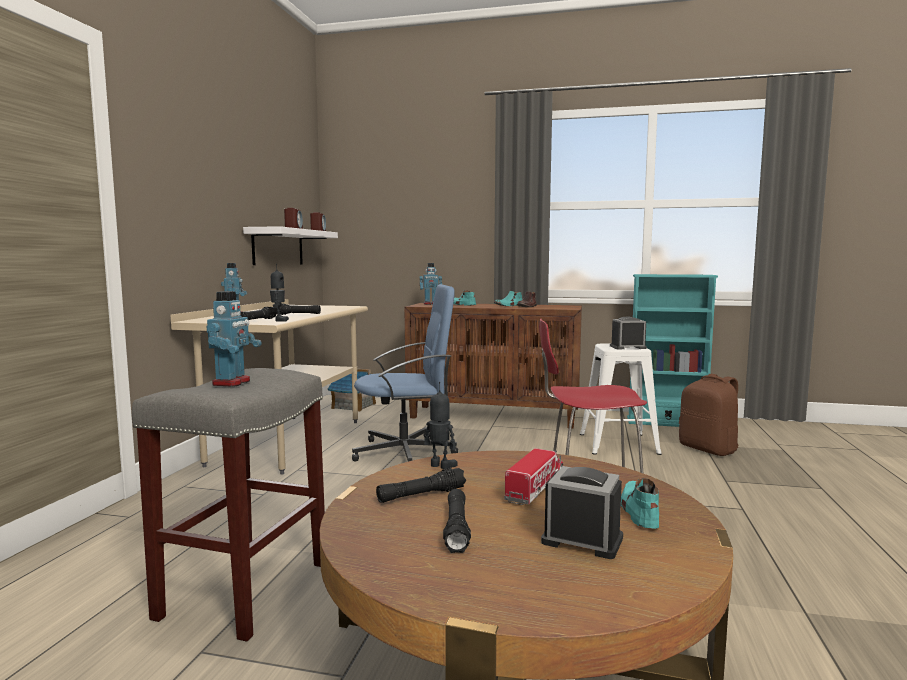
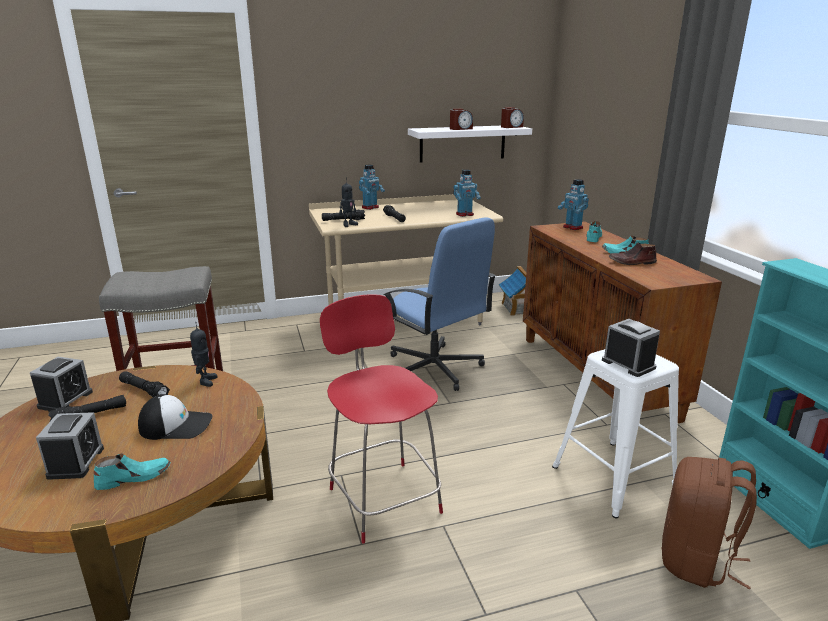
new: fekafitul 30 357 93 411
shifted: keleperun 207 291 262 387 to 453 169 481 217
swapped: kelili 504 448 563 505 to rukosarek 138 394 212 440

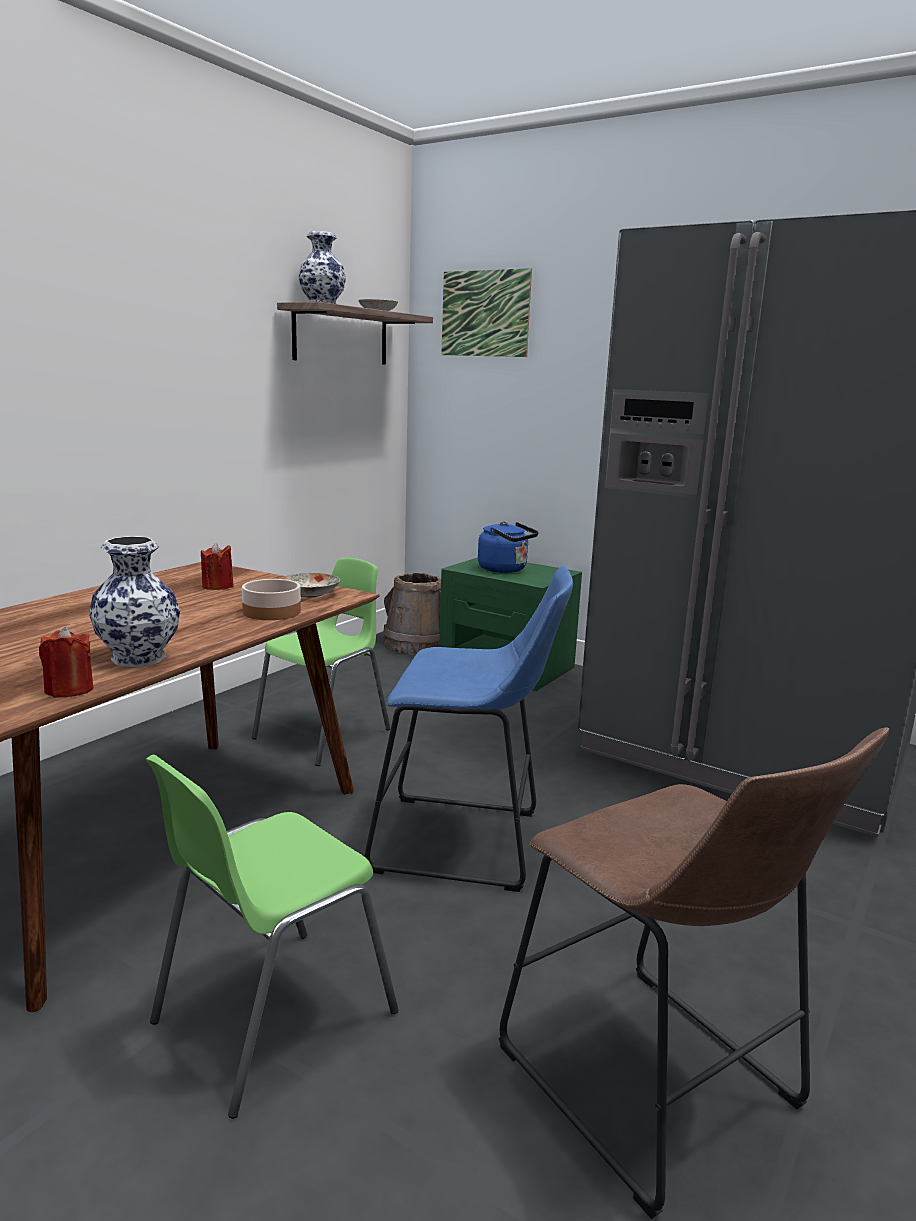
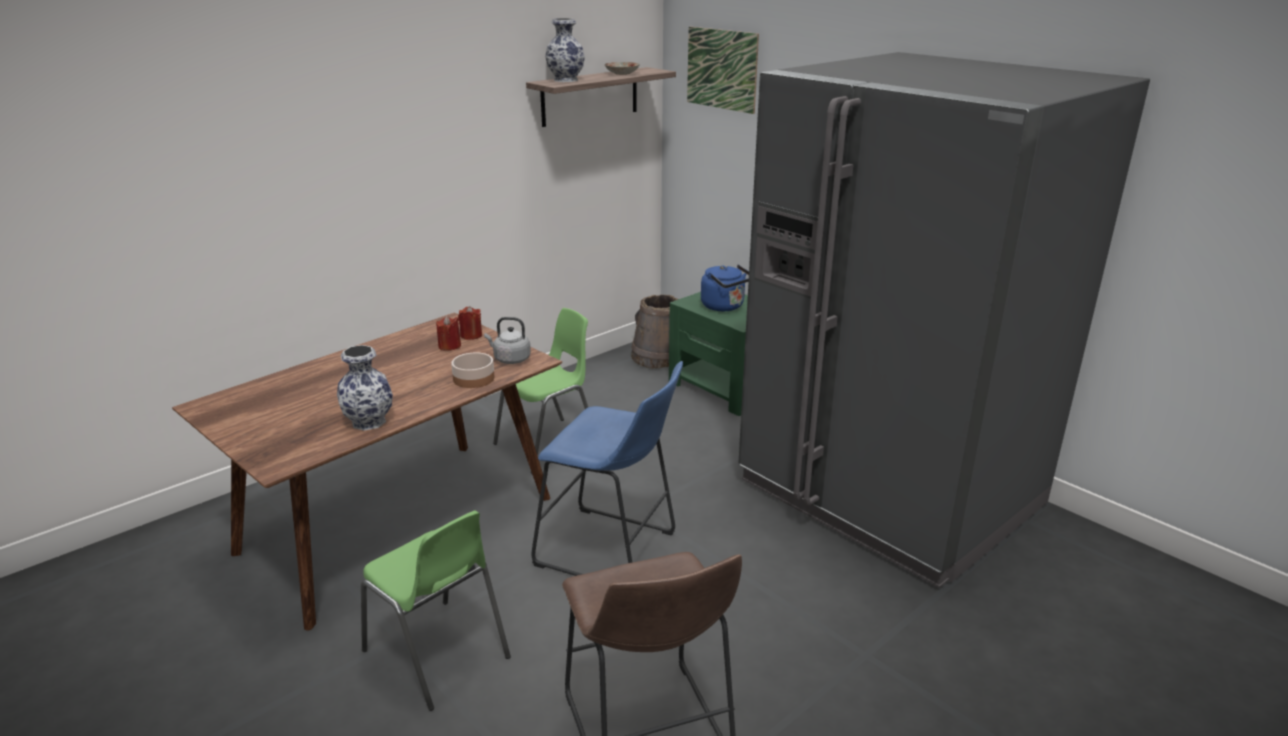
shifted: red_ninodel 39 627 93 698 to 458 306 482 340
swapped: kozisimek 280 573 340 598 to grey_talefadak 484 317 531 364
rotated: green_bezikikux 146 755 399 1119 = 361 511 511 711 105 degrees counterclockwise

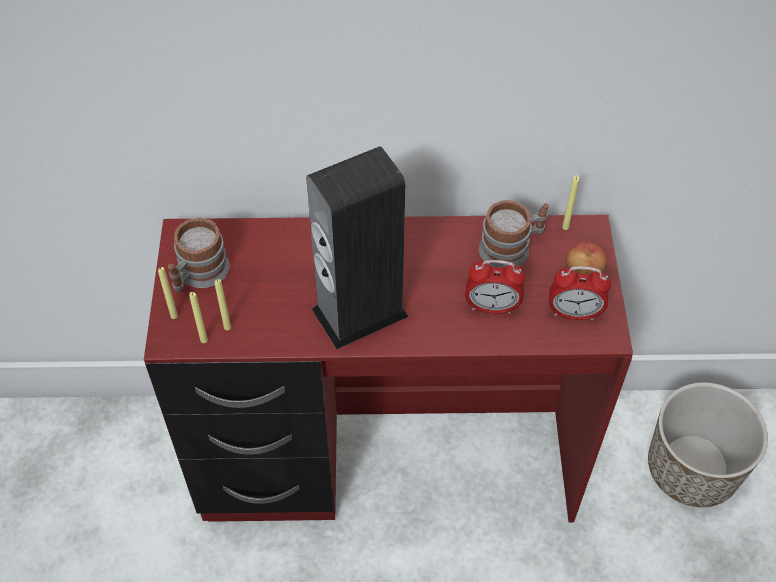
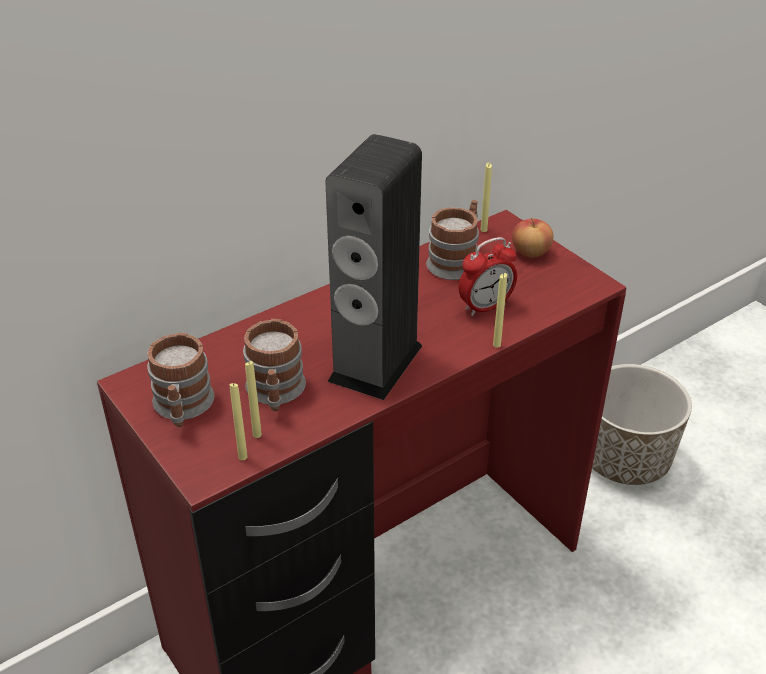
gone: fekafitul 549 266 611 320
new: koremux 243 319 306 411
shifted: yellow_ninodel 158 267 178 319 to 493 273 507 348

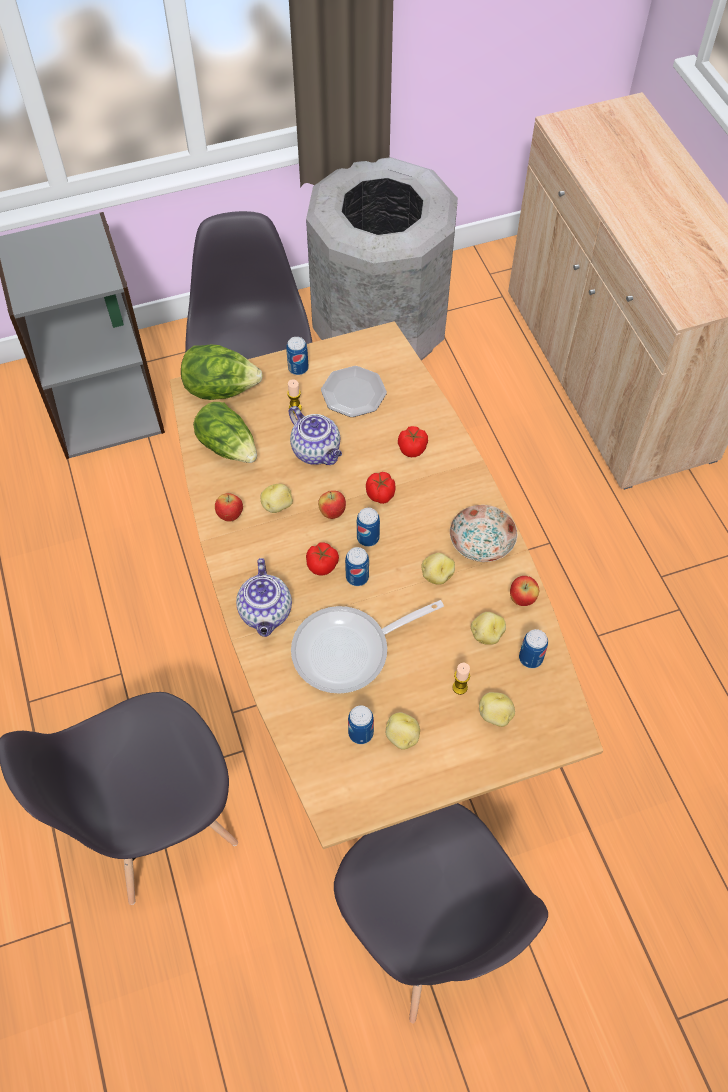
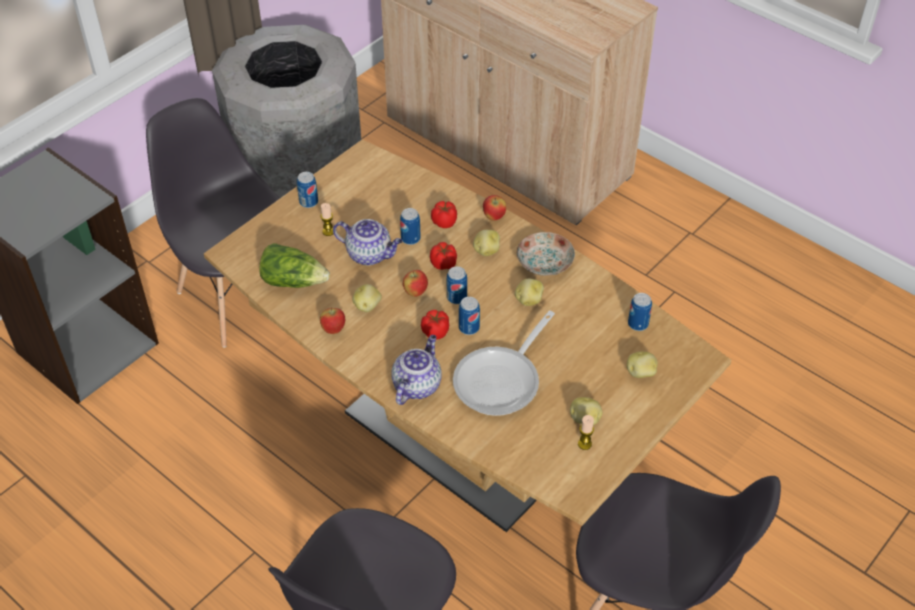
gone: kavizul 181 345 263 400; kozisimek 321 366 387 417
shifted: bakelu 348 705 374 744 to 400 208 421 245; ninodel 452 663 470 695 to 578 415 594 450; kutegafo 471 612 506 645 to 473 230 500 256; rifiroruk 510 576 539 606 to 483 195 506 220
rotated: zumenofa 236 558 292 637 = 391 335 442 405 120 degrees counterclockwise

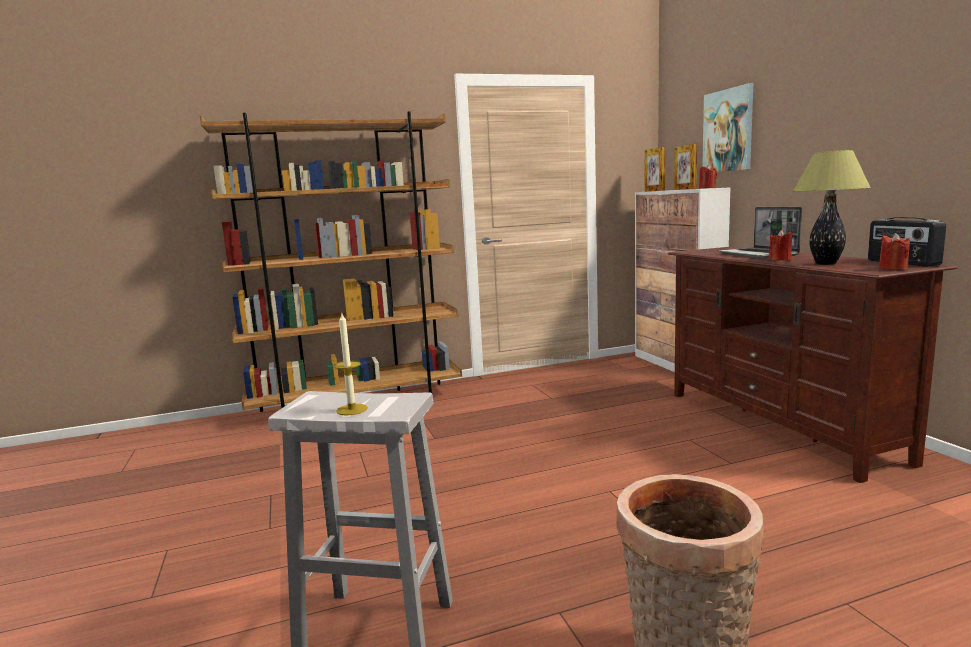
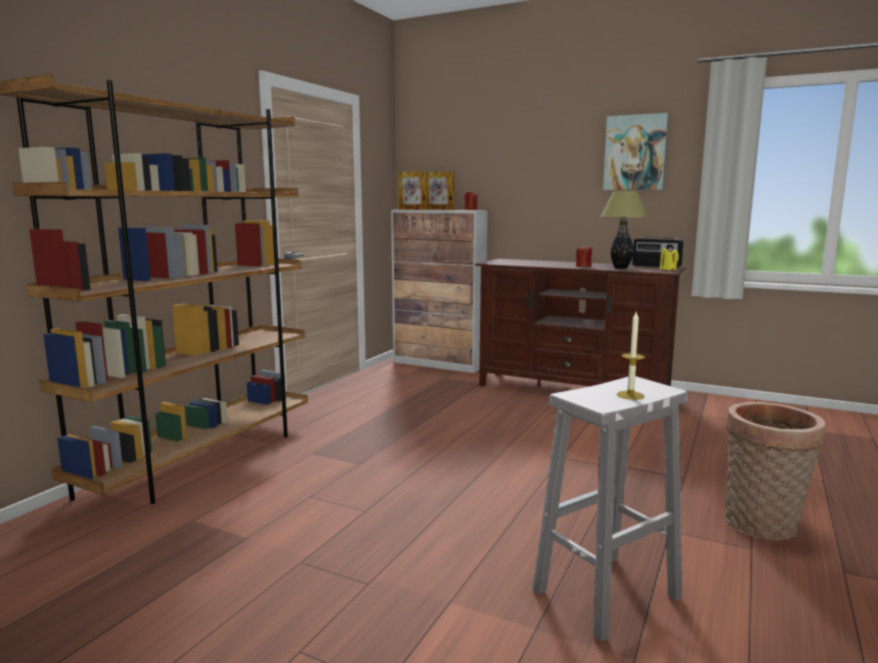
gone: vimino 719 207 802 258
shifted: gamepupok 702 83 753 172 to 603 113 669 190
repainted: red_ninodel 879 233 910 271 to yellow_ninodel 660 247 679 271

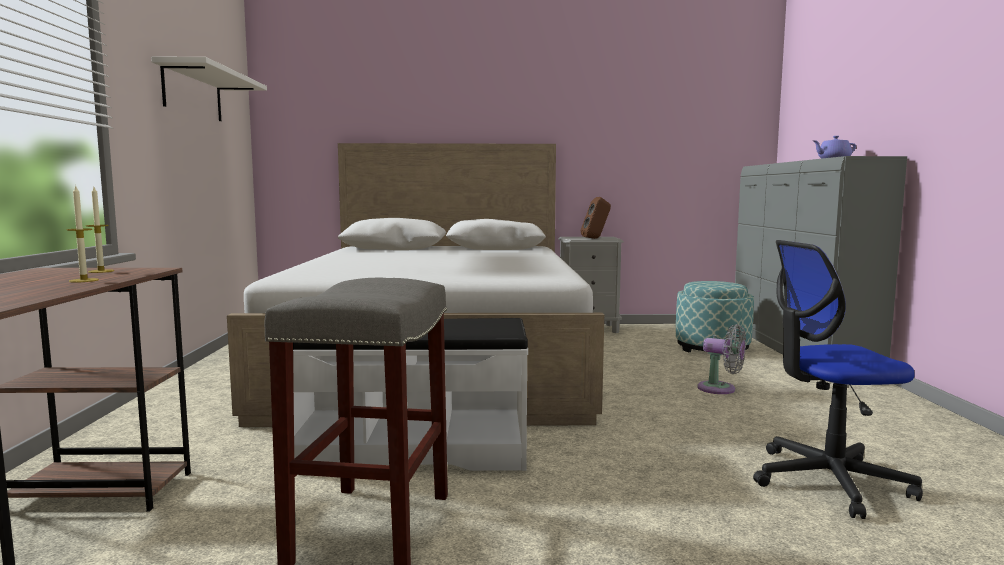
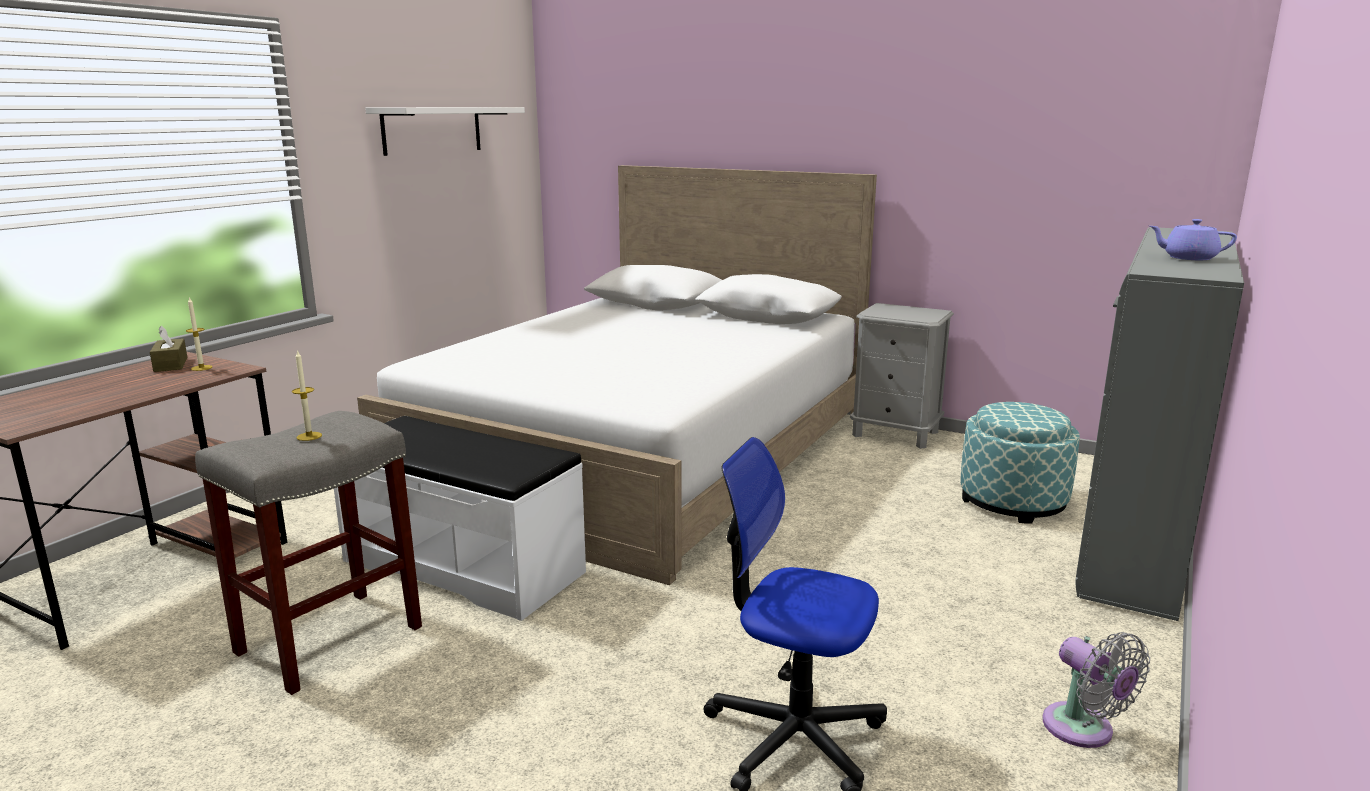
gone: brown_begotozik 581 197 611 239
new: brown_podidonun 150 325 187 372
shifted: ninodel 67 185 99 282 to 292 350 322 441; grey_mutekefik 697 324 746 394 to 1042 632 1150 748

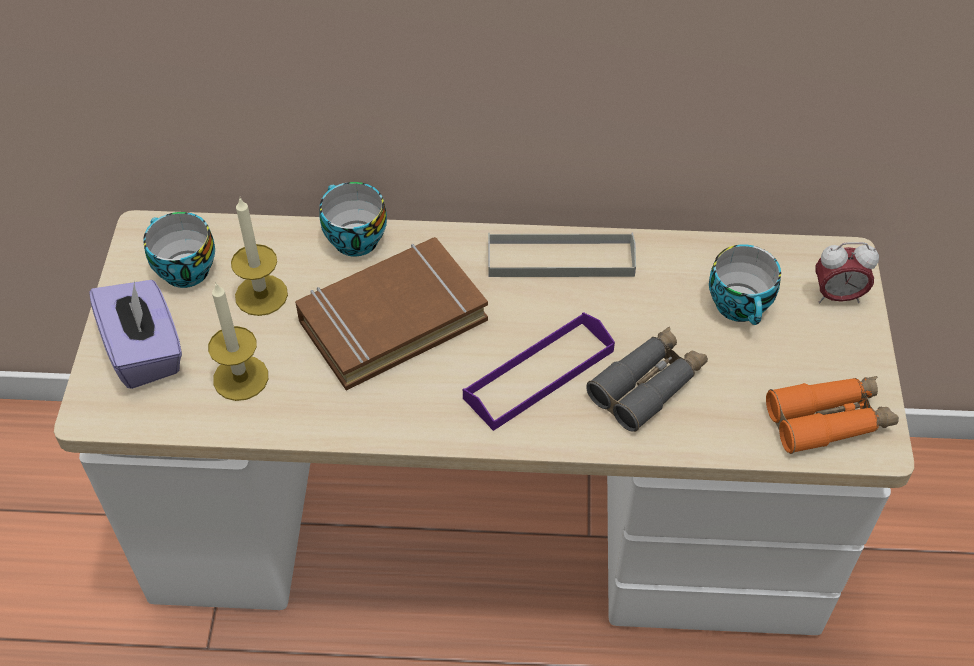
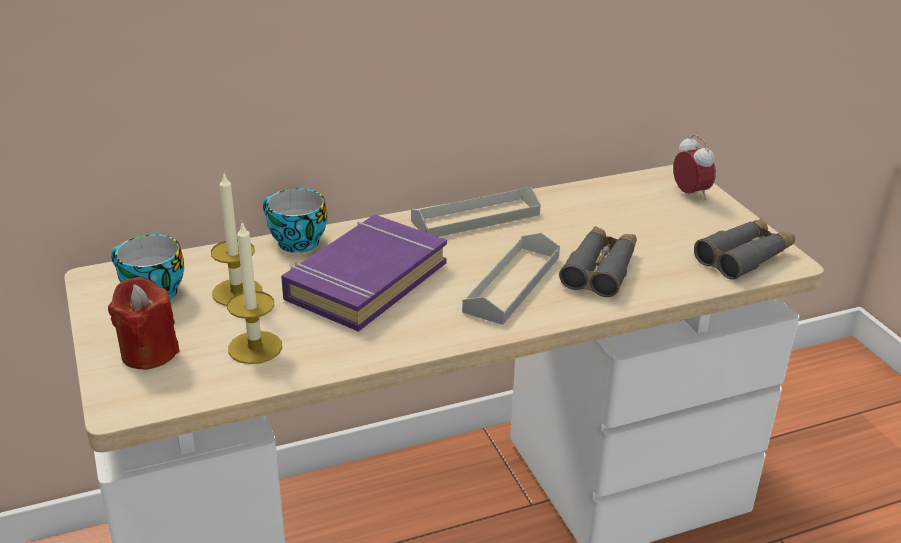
gone: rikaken 709 245 781 325
swapped: purple_podidonun 89 280 182 389 to red_ninodel 108 277 180 369
repainted: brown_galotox 295 237 488 390 to purple_galotox 281 215 447 332; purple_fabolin 463 312 615 431 to grey_fabolin 462 233 560 325; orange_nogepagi 766 376 899 454 to grey_nogepagi 694 218 795 280
rotated: fekafitul 816 242 879 303 = 673 134 716 200 90 degrees counterclockwise

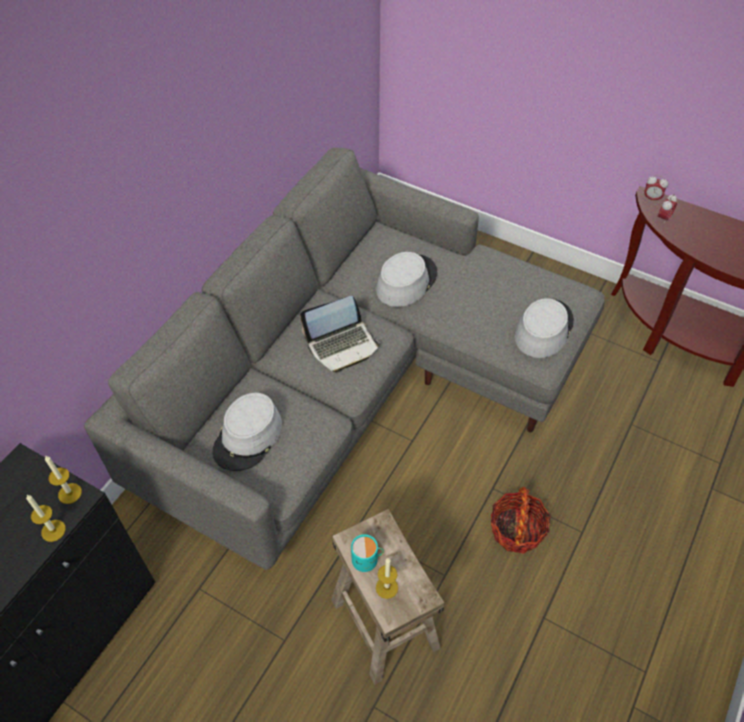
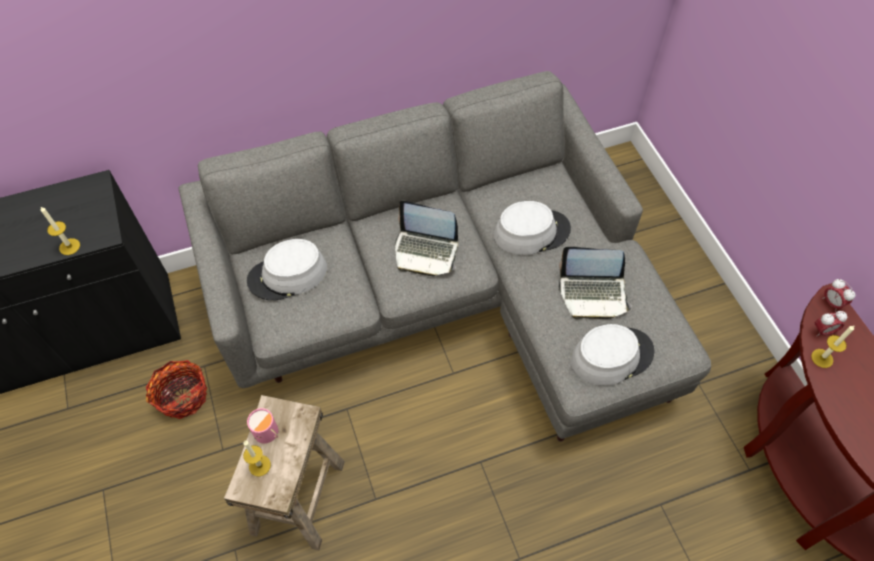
new: vimino 559 247 631 319
shifted: ninodel 45 455 82 504 to 811 326 854 368; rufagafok 491 487 550 554 to 146 360 207 419
repainted: turquoise_koremux 351 534 384 572 to pink_koremux 247 408 278 444

